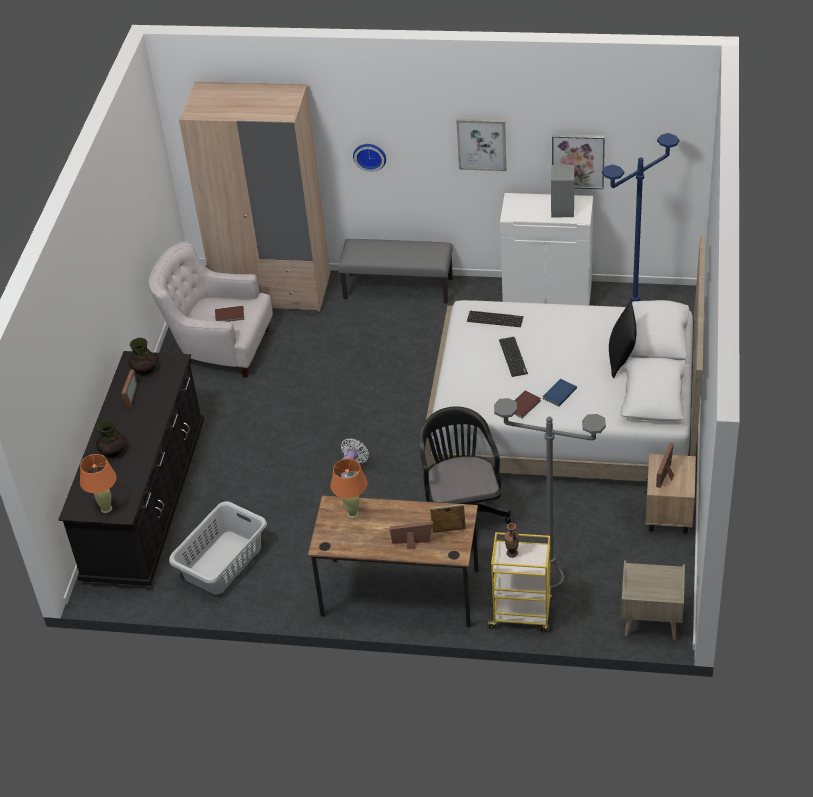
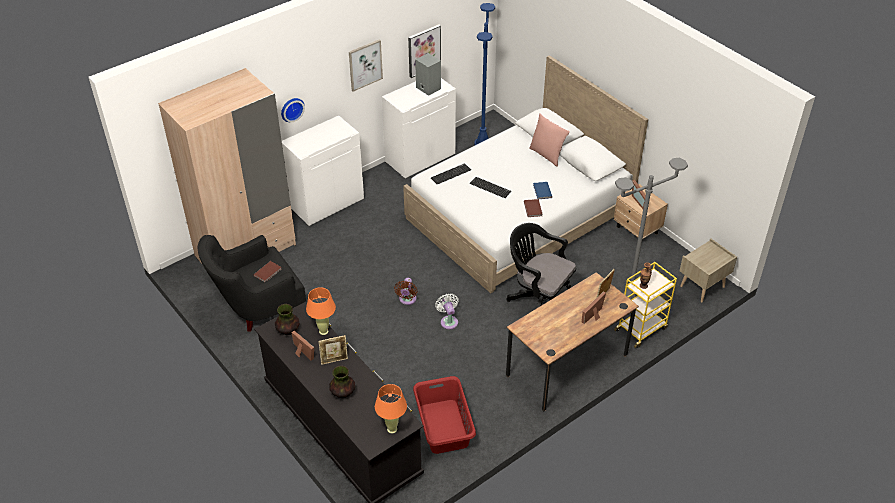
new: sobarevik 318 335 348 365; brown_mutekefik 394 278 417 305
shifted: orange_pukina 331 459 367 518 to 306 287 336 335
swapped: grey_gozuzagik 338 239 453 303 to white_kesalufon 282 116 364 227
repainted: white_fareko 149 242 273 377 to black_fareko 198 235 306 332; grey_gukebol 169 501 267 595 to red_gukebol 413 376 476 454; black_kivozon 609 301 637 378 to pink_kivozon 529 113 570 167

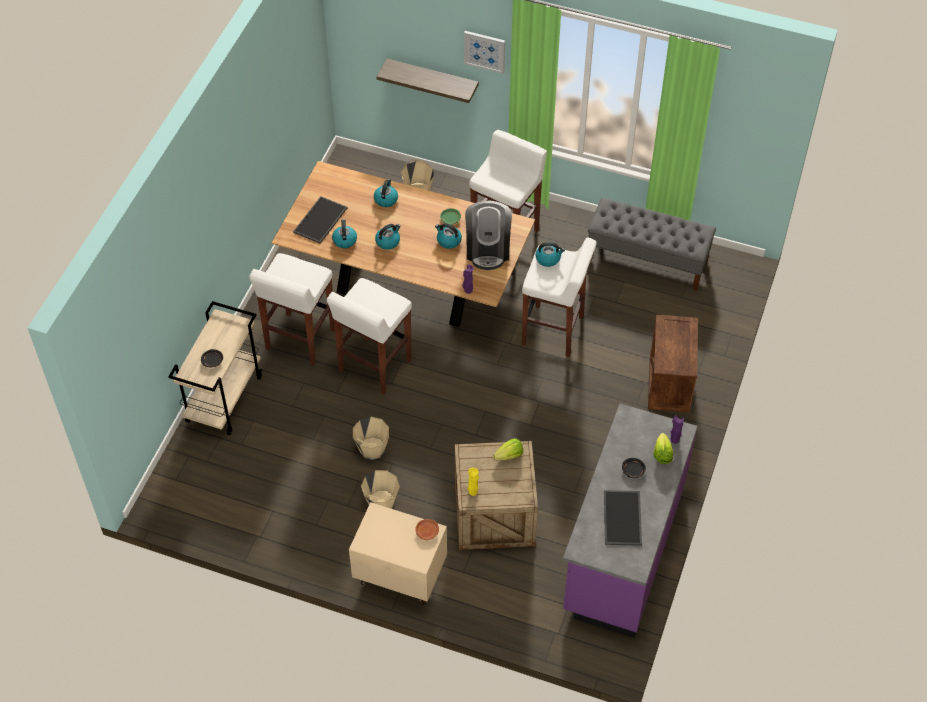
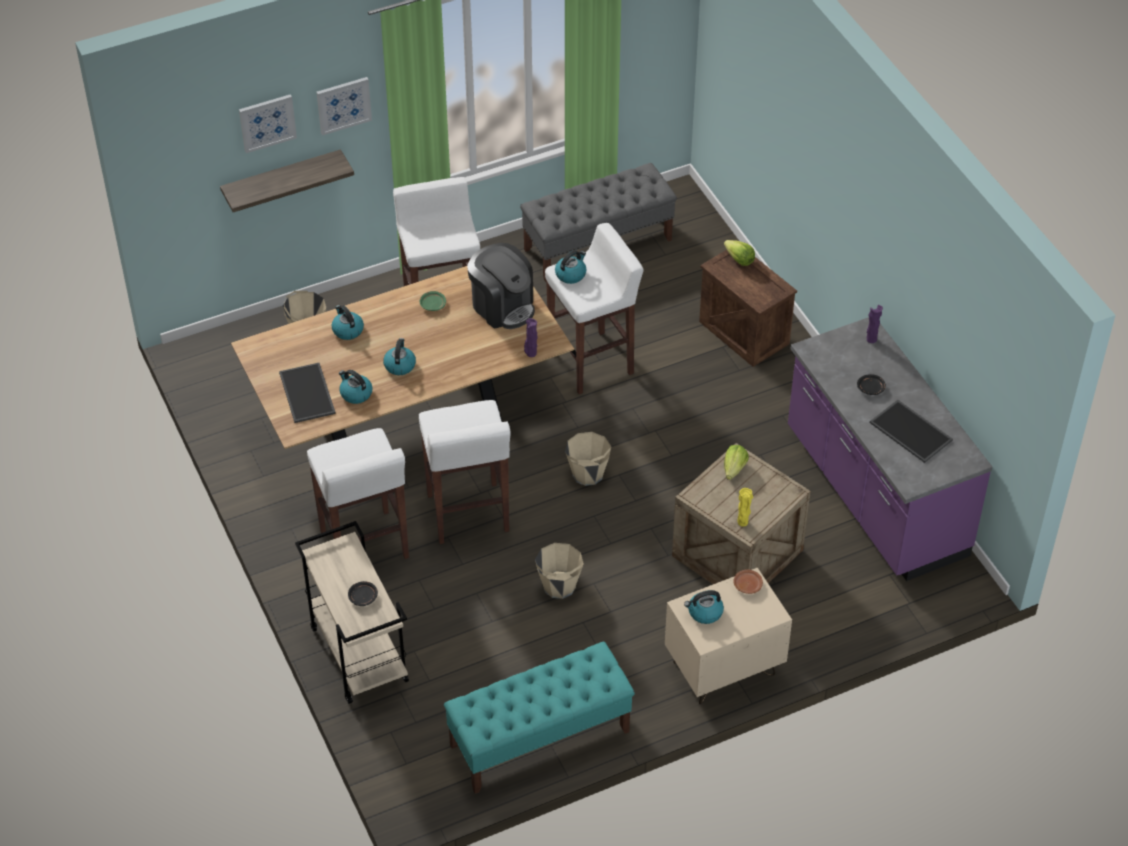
new: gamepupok 239 94 297 153; turquoise_gozuzagik 444 641 635 794
shifted: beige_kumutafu 361 470 400 509 to 565 432 611 486; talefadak 435 223 462 249 to 684 590 724 624; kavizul 654 433 673 464 to 724 240 755 266

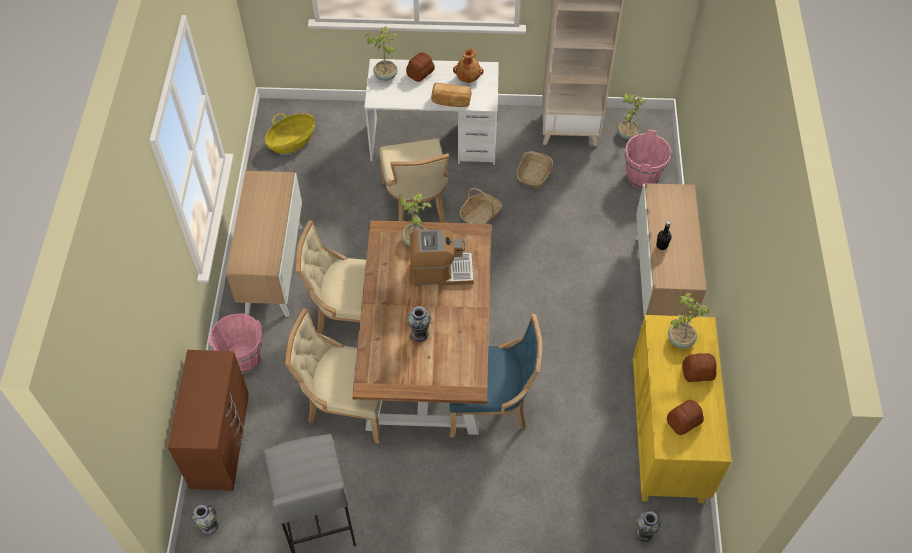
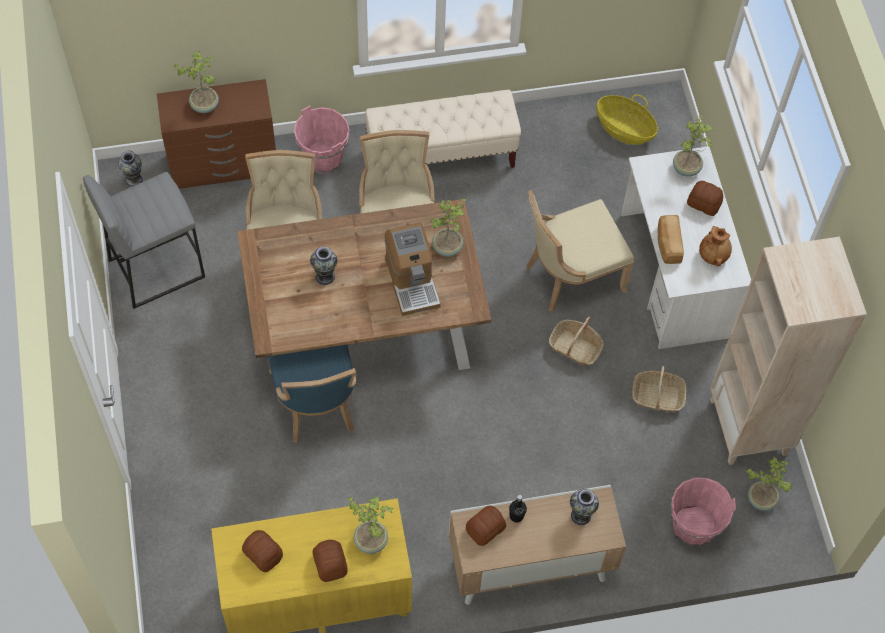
new: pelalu 174 51 219 113; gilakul 466 505 506 546
shifted: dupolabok 636 510 661 542 to 570 489 599 525
swapped: kesalufon 226 171 302 317 to beige_gozuzagik 365 90 521 168

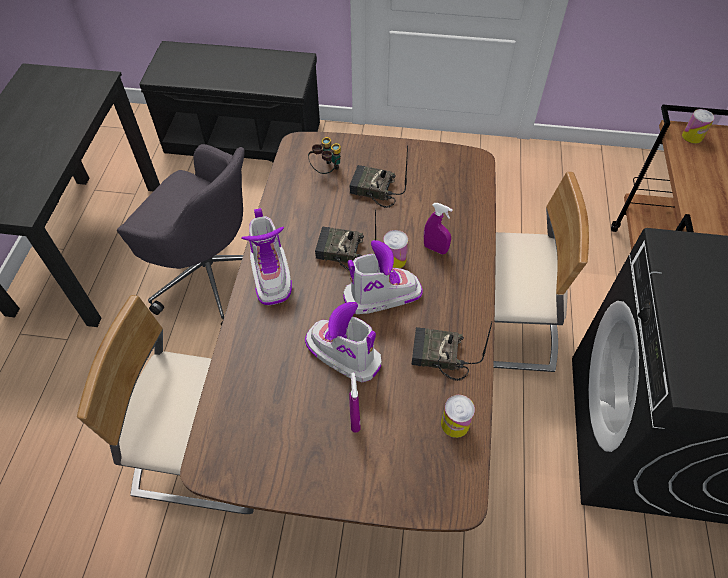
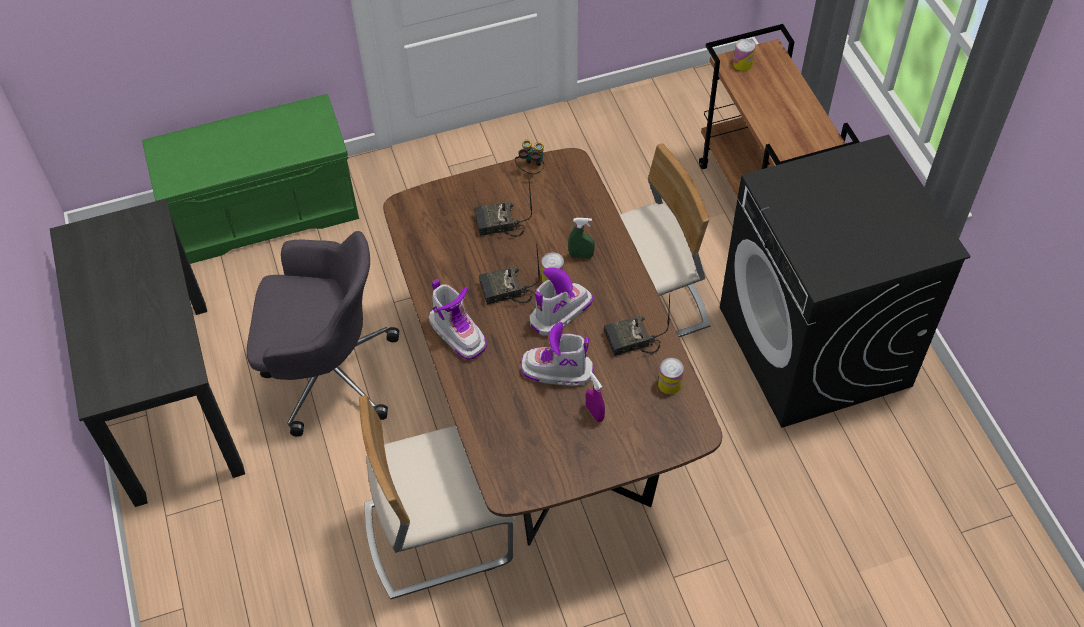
shifted: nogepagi 308 137 341 174 to 515 140 544 174
repainted: black_gozuzagik 140 41 320 162 to green_gozuzagik 142 94 359 264; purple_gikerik 424 203 453 254 to green_gikerik 568 218 595 259

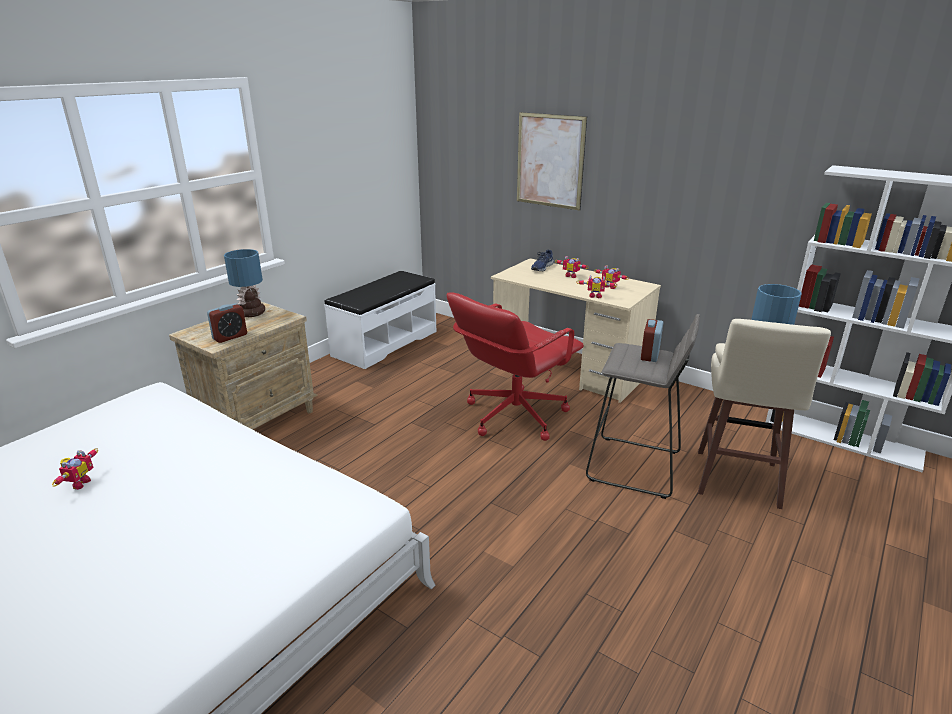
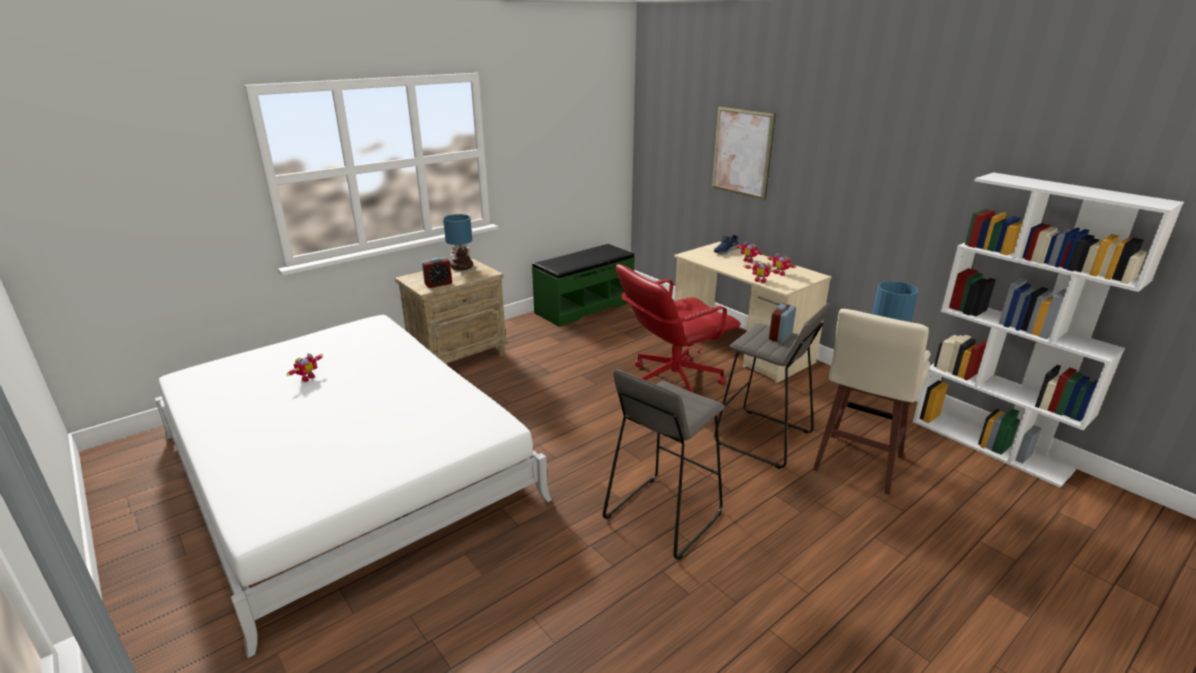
new: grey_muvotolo 603 369 725 560
repainted: white_gozuzagik 324 271 436 369 to green_gozuzagik 532 244 635 327

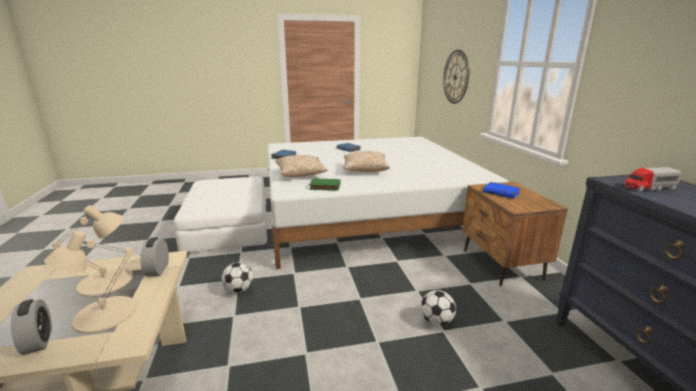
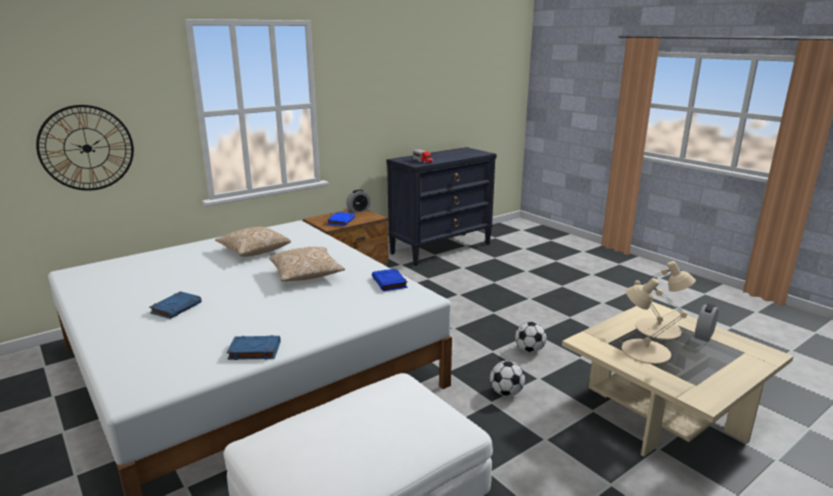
shifted: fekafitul 140 237 169 277 to 346 189 371 213; kivozon 275 155 328 177 to 215 227 291 257; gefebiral 421 290 456 326 to 515 322 546 353
repainted: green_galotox 309 178 341 191 to blue_galotox 372 268 407 291

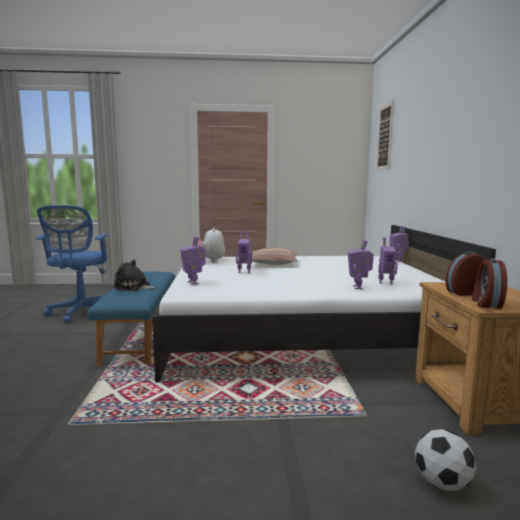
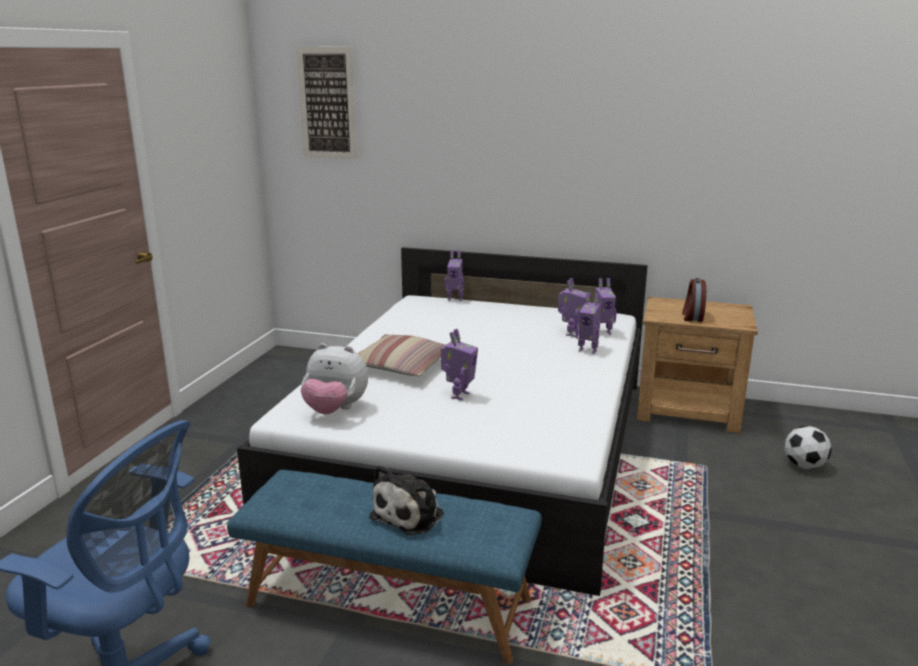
gone: fekafitul 472 258 507 309
shifted: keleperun 180 236 206 285 to 595 278 617 335

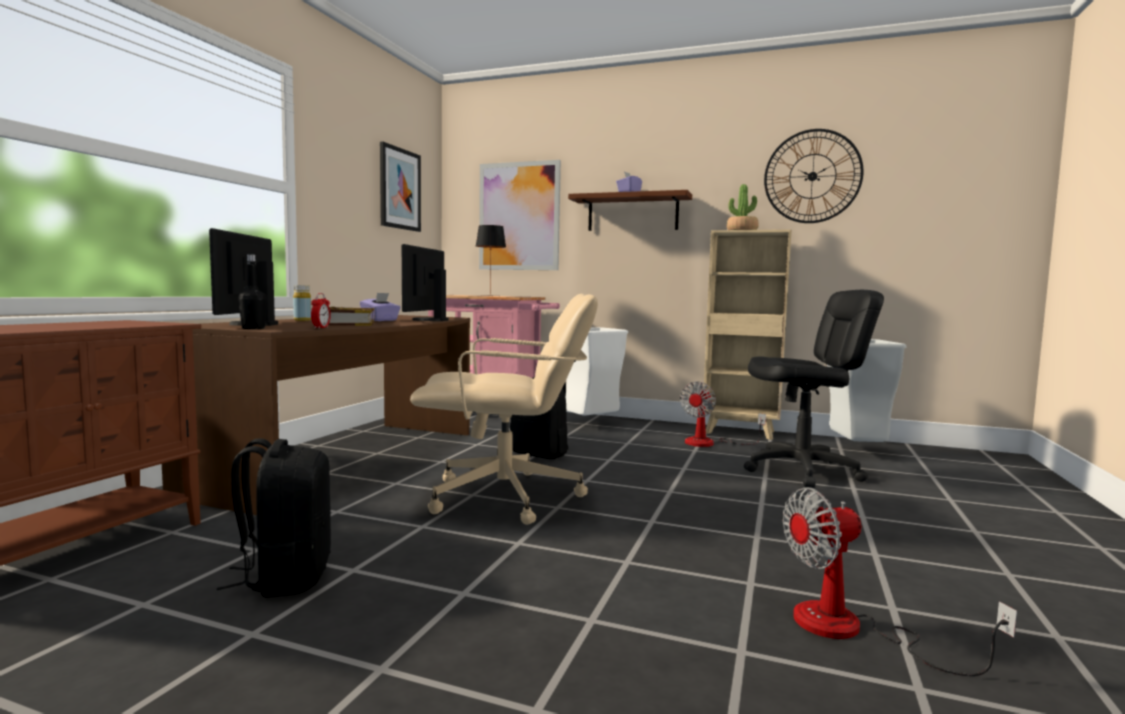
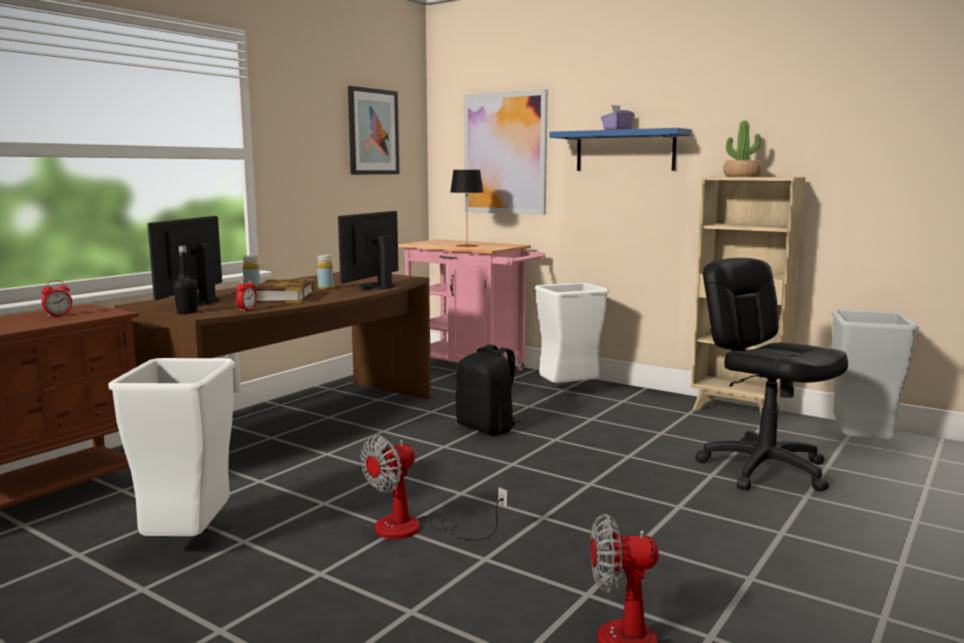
gone: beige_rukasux 410 294 598 525; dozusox 764 129 864 223
new: fekafitul 41 280 72 317
shifted: mutekefik 680 381 766 447 to 360 435 508 540
swapped: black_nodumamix 217 438 331 597 to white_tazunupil 108 358 235 536; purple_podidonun 360 293 401 321 to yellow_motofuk 317 255 334 290
repainted: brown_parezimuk 568 190 692 231 to blue_parezimuk 549 128 692 171
rotated: black_rukasux 744 290 884 488 = 695 258 848 491 135 degrees counterclockwise

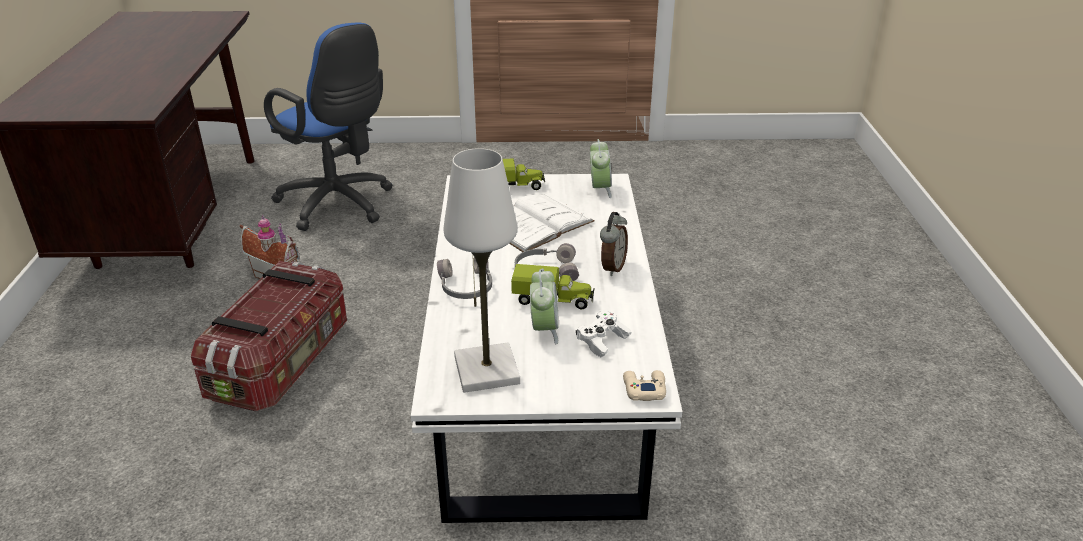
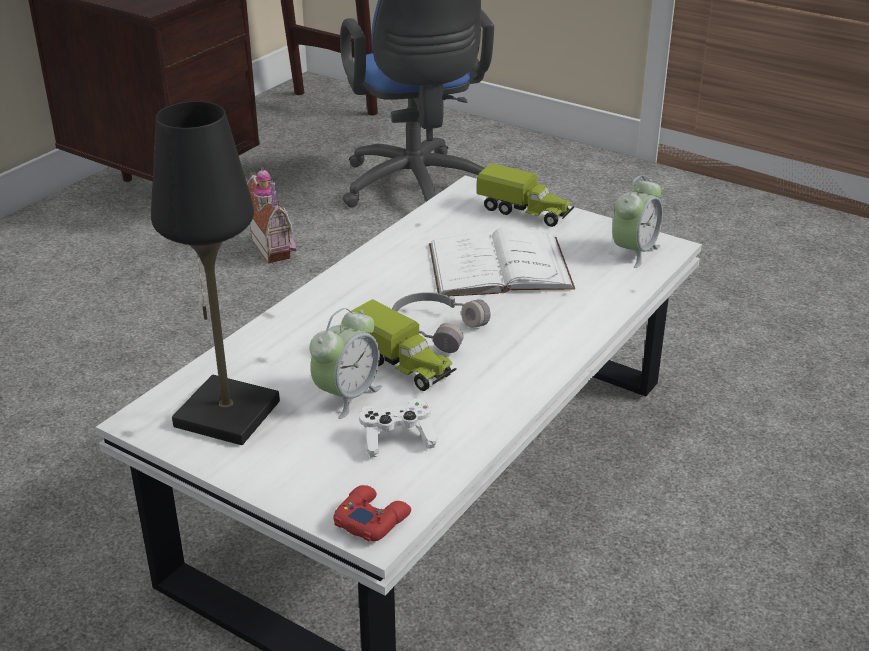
gone: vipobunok 191 261 347 411; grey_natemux 437 257 492 299; fekafitul 600 212 628 276
repainted: white_pukina 444 148 520 393 to black_pukina 151 101 280 445; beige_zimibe 623 370 666 401 to red_zimibe 333 485 411 542

